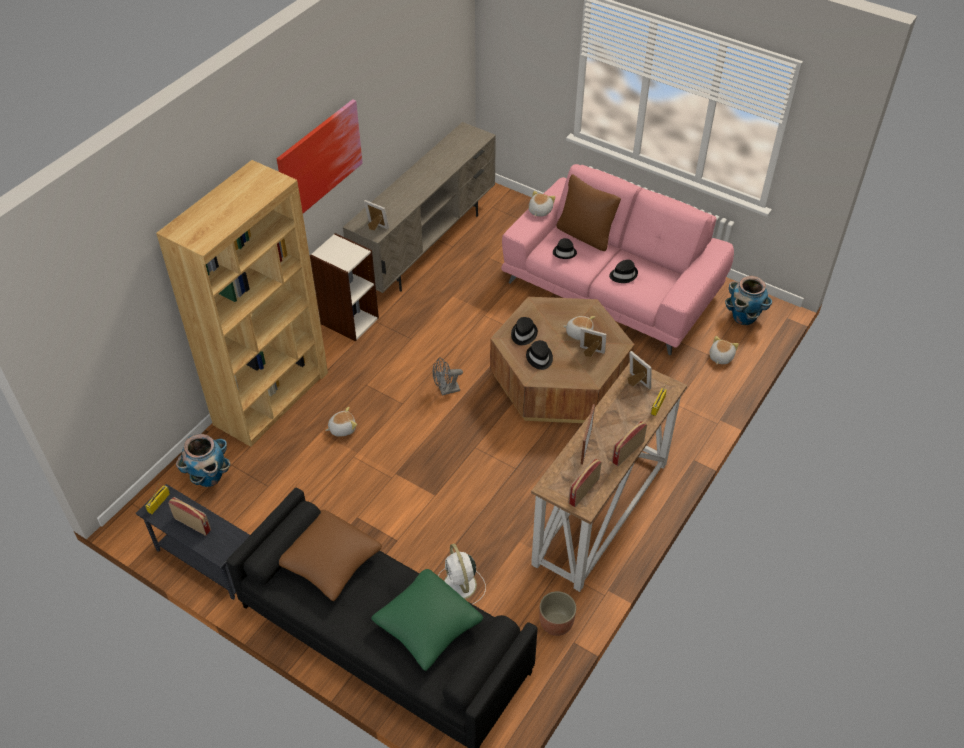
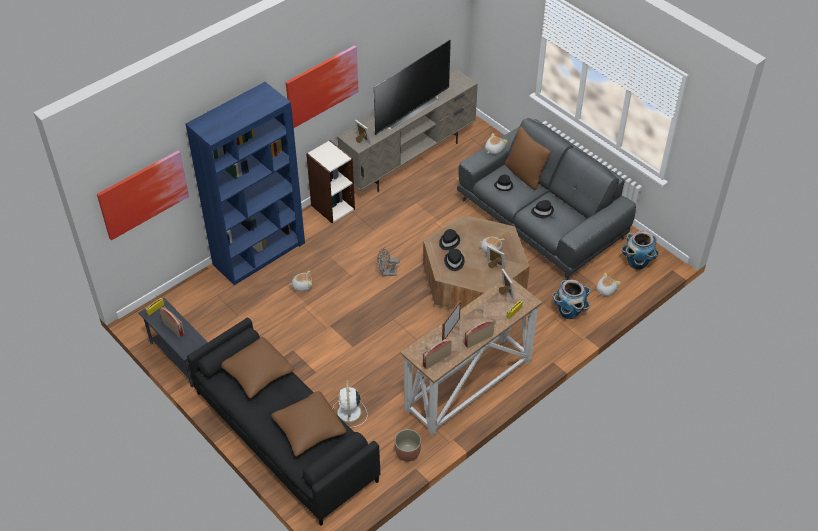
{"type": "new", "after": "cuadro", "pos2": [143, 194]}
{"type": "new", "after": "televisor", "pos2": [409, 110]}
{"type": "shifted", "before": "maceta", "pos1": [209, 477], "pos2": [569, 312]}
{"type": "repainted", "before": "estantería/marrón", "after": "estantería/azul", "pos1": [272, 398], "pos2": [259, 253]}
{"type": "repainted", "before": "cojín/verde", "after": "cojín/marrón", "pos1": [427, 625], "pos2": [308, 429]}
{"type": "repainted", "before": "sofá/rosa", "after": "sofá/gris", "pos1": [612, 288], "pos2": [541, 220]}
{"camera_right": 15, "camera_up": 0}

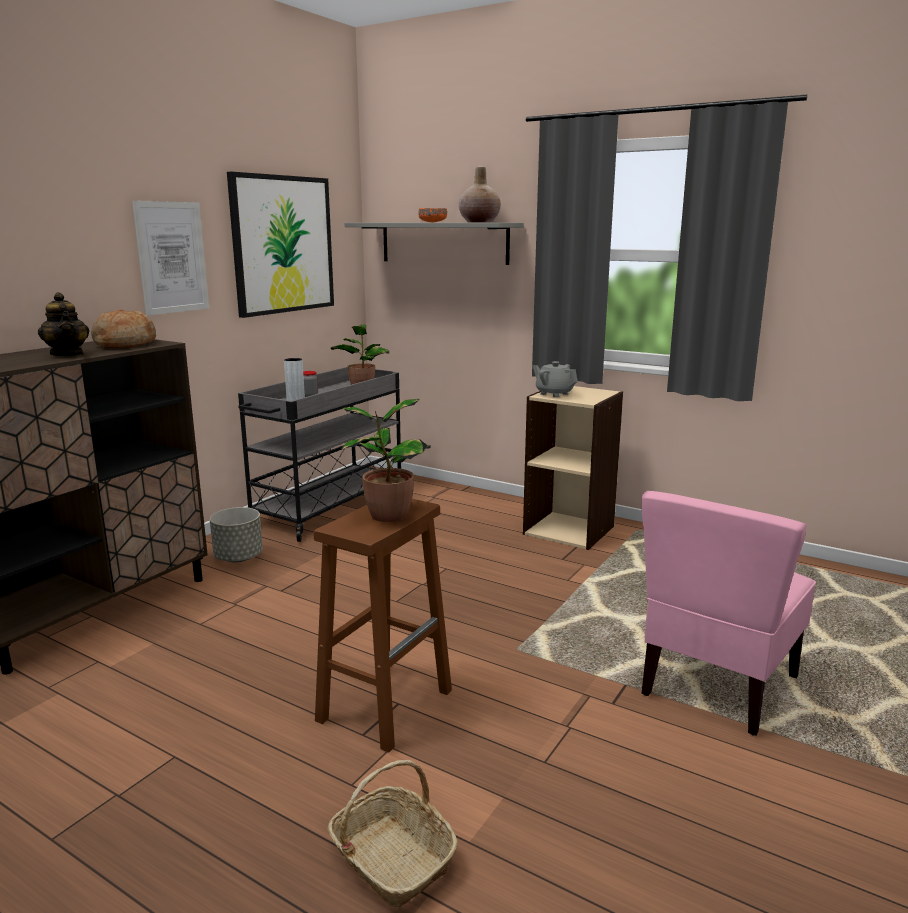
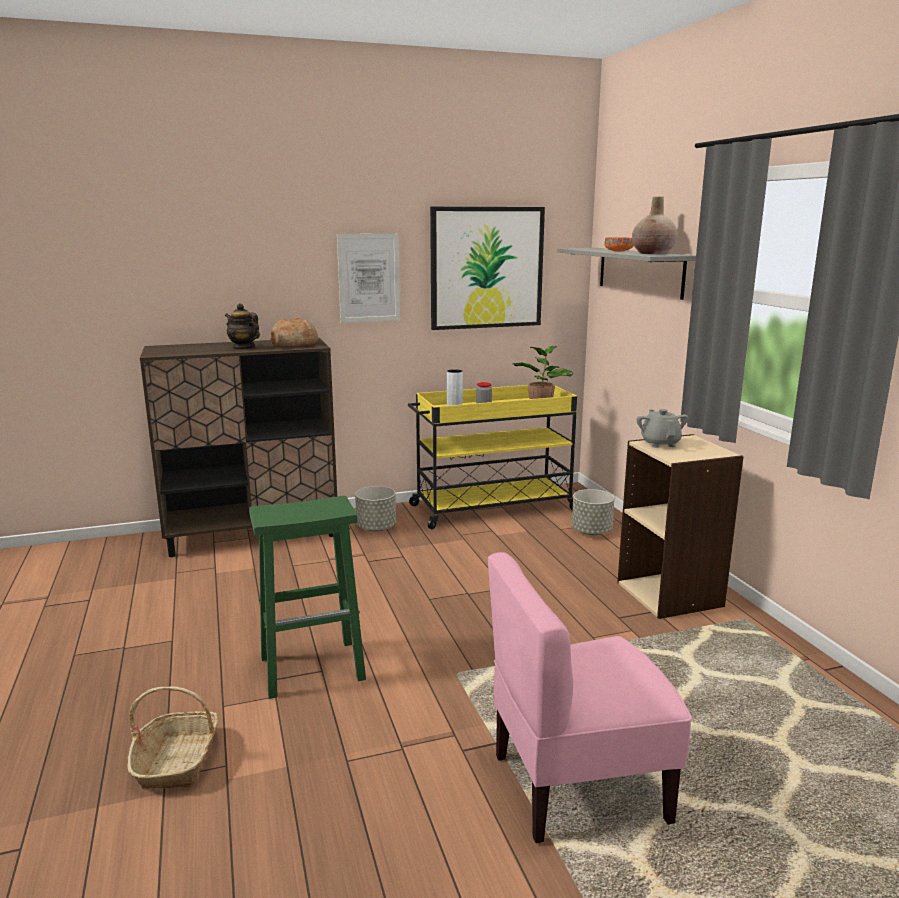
{"type": "gone", "before": "planta en maceta", "pos1": [386, 515]}
{"type": "new", "after": "maceta/gris", "pos2": [591, 532]}
{"type": "repainted", "before": "carrito/gris", "after": "carrito/amarillo", "pos1": [328, 507], "pos2": [491, 508]}
{"type": "repainted", "before": "taburete/marrón", "after": "taburete/verde", "pos1": [386, 704], "pos2": [314, 667]}
{"type": "rotated", "before": "tetera", "pos1": [68, 354], "pos2": [243, 348], "turn": 120}
{"camera_right": 40, "camera_up": 0}

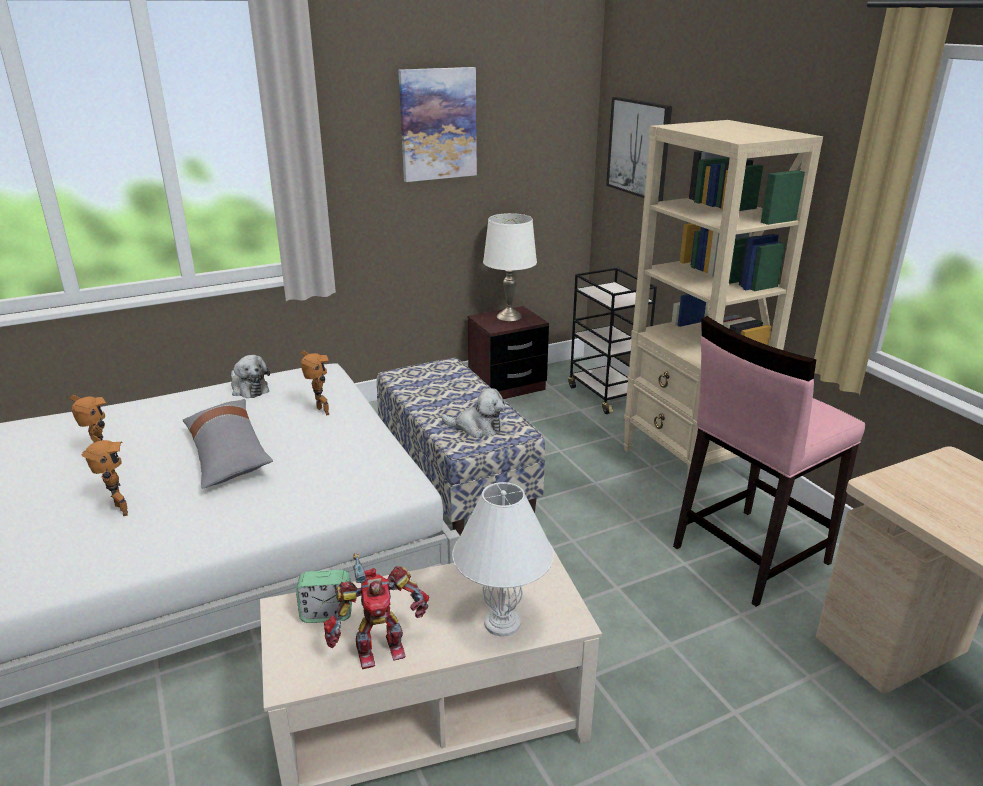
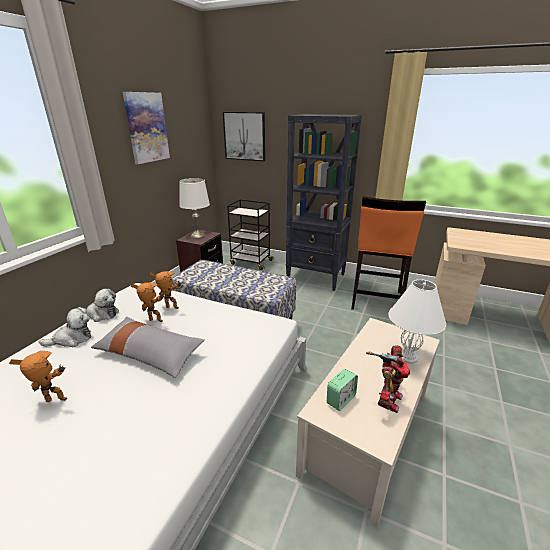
{"type": "shifted", "before": "robot de juguete", "pos1": [118, 511], "pos2": [155, 322]}
{"type": "shifted", "before": "peluche", "pos1": [477, 428], "pos2": [72, 339]}
{"type": "repainted", "before": "estantería/beis", "after": "estantería/negro", "pos1": [688, 465], "pos2": [316, 278]}
{"type": "repainted", "before": "taburete/rosa", "after": "taburete/naranja", "pos1": [748, 554], "pos2": [376, 300]}
{"camera_right": -40, "camera_up": 0}

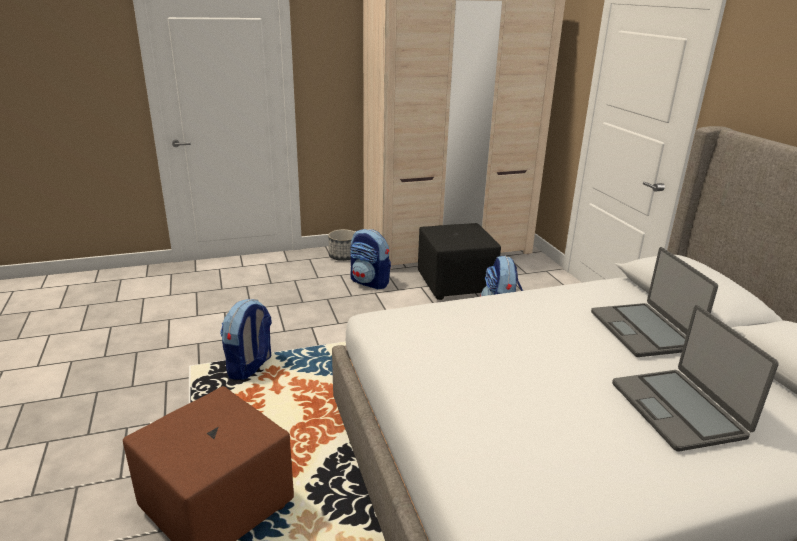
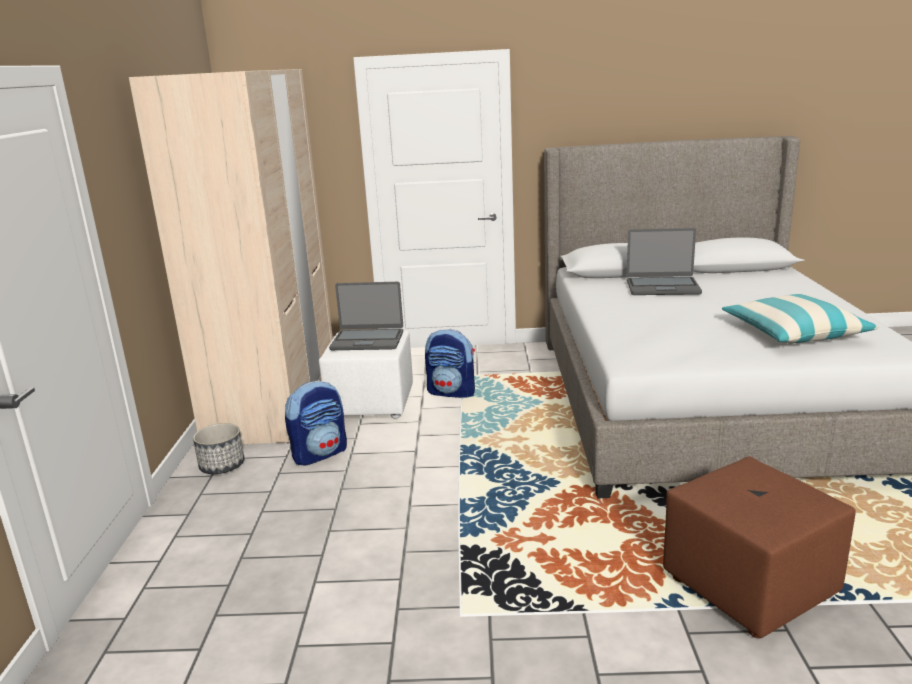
{"type": "gone", "before": "mochila", "pos1": [250, 367]}
{"type": "new", "after": "cojín", "pos2": [794, 333]}
{"type": "shifted", "before": "portátil", "pos1": [678, 409], "pos2": [367, 340]}
{"type": "repainted", "before": "puf/negro", "after": "puf/blanco", "pos1": [456, 285], "pos2": [372, 404]}
{"camera_right": -70, "camera_up": -5}

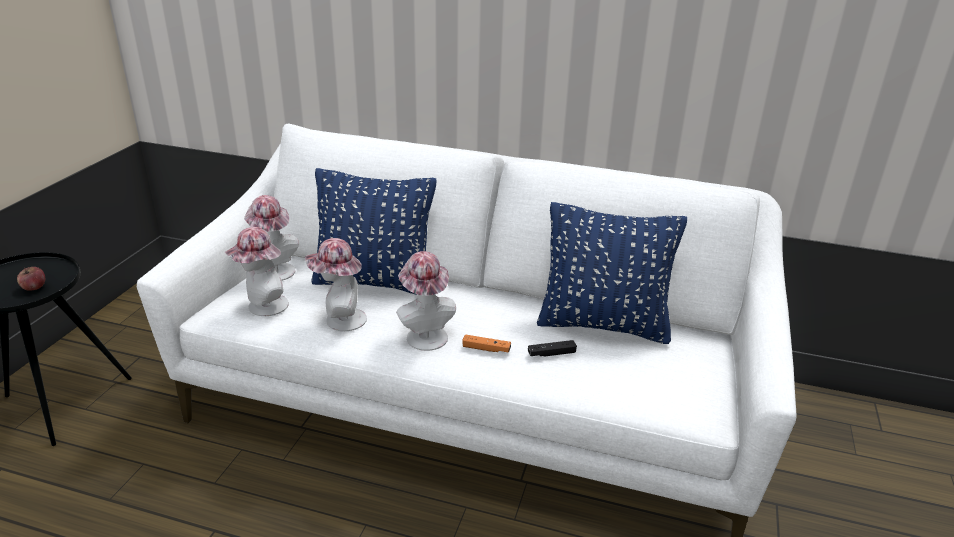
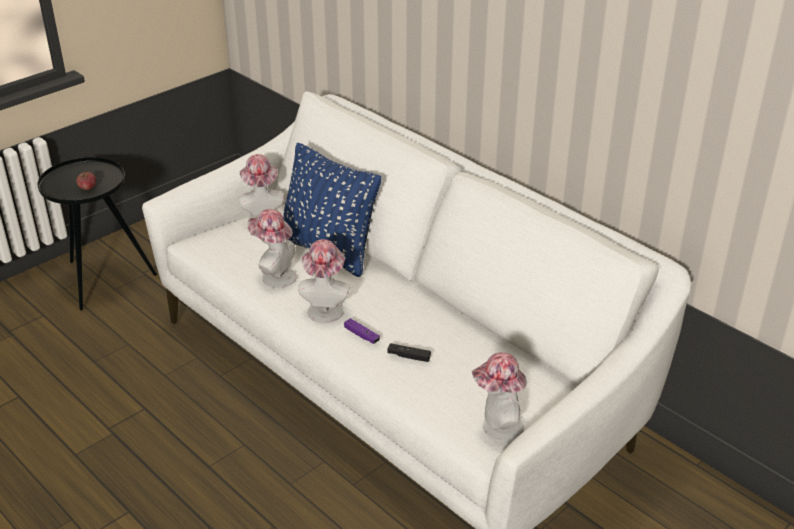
{"type": "gone", "before": "cojín/azul", "pos1": [603, 325]}
{"type": "shifted", "before": "sombrero", "pos1": [263, 307], "pos2": [497, 427]}
{"type": "repainted", "before": "mando de consola/naranja", "after": "mando de consola/morado", "pos1": [486, 349], "pos2": [361, 335]}
{"camera_right": 30, "camera_up": 5}

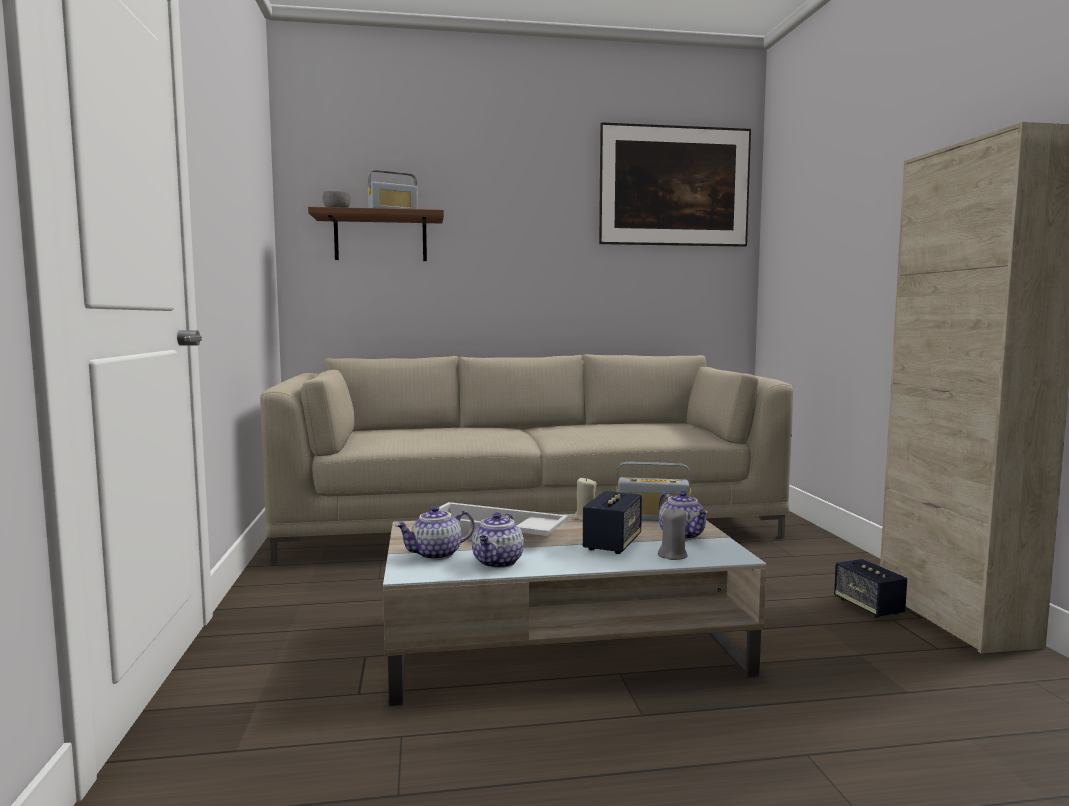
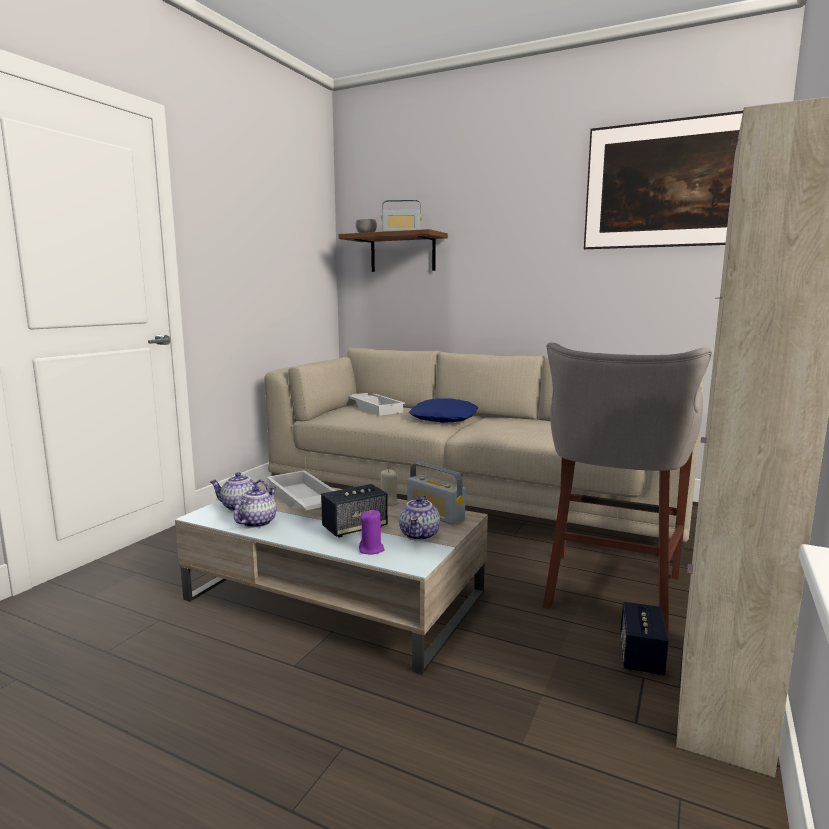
{"type": "new", "after": "bandeja/blanco", "pos2": [375, 408]}
{"type": "new", "after": "cojín/azul", "pos2": [444, 419]}
{"type": "new", "after": "taburete/gris", "pos2": [609, 592]}
{"type": "repainted", "before": "vela/gris", "after": "vela/morado", "pos1": [673, 555], "pos2": [371, 550]}
{"type": "rotated", "before": "tetera", "pos1": [498, 563], "pos2": [257, 522], "turn": 150}
{"camera_right": 35, "camera_up": 5}

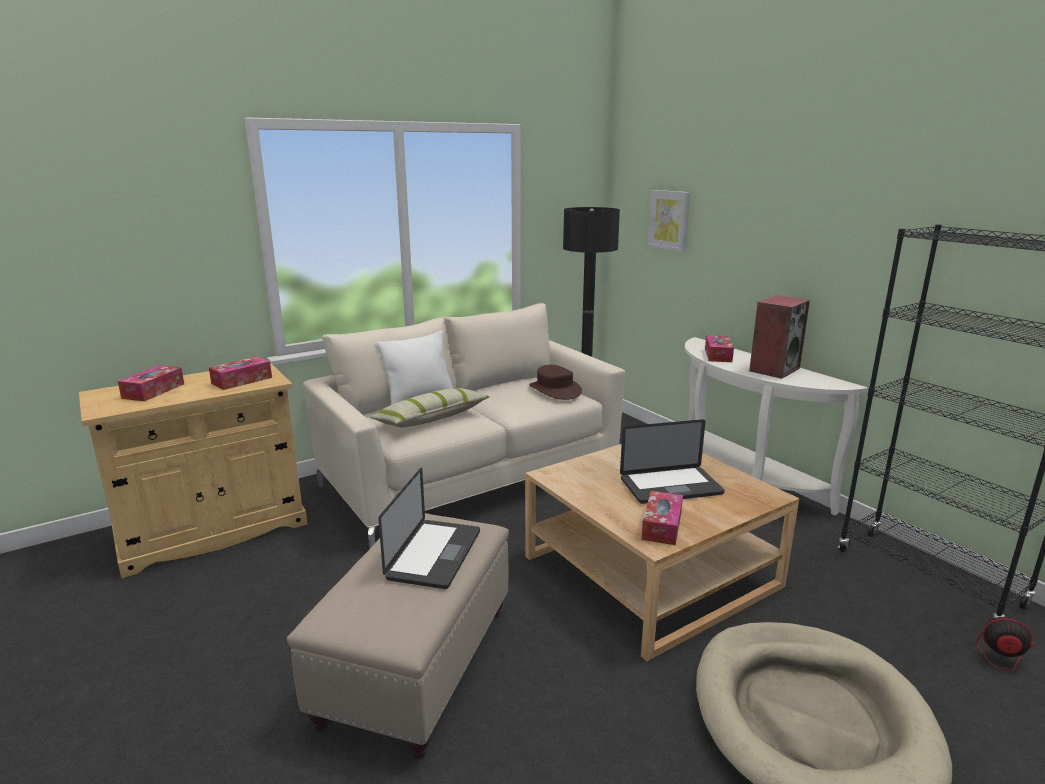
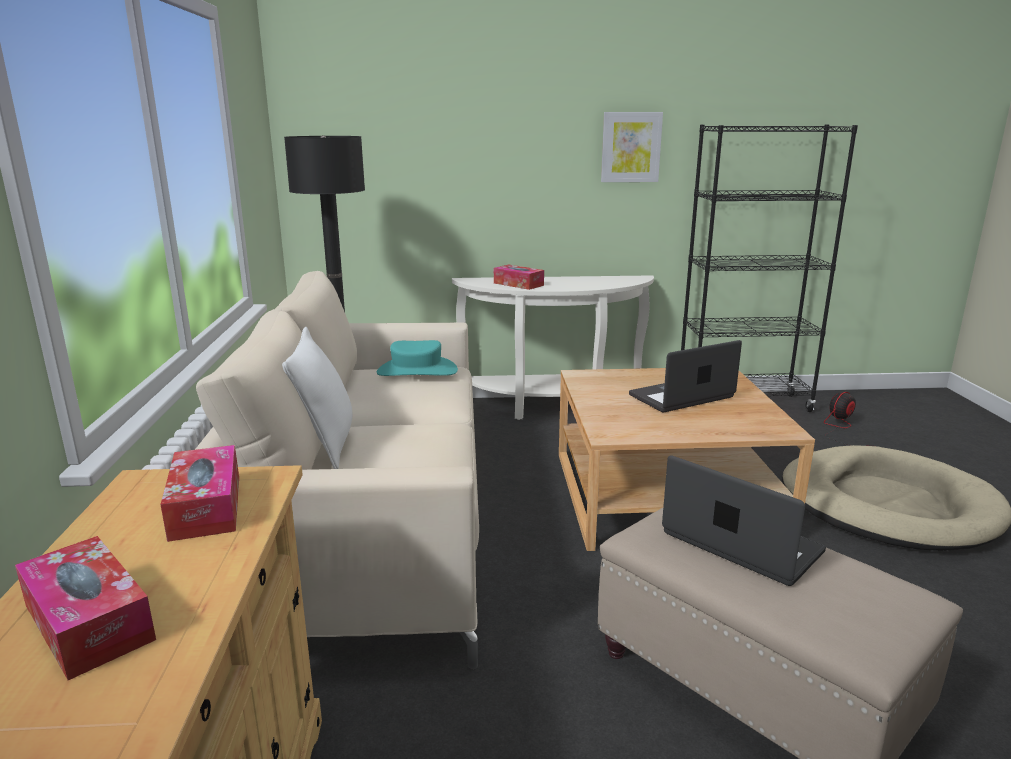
{"type": "gone", "before": "cojín", "pos1": [431, 419]}
{"type": "gone", "before": "caja de pañuelos", "pos1": [661, 526]}
{"type": "gone", "before": "altavoz", "pos1": [774, 369]}
{"type": "shifted", "before": "cuadro", "pos1": [669, 220], "pos2": [631, 147]}
{"type": "repainted", "before": "sombrero/marrón", "after": "sombrero/turquesa", "pos1": [554, 390], "pos2": [417, 371]}
{"type": "rotated", "before": "portátil", "pos1": [671, 486], "pos2": [681, 396], "turn": -135}
{"camera_right": -60, "camera_up": 0}

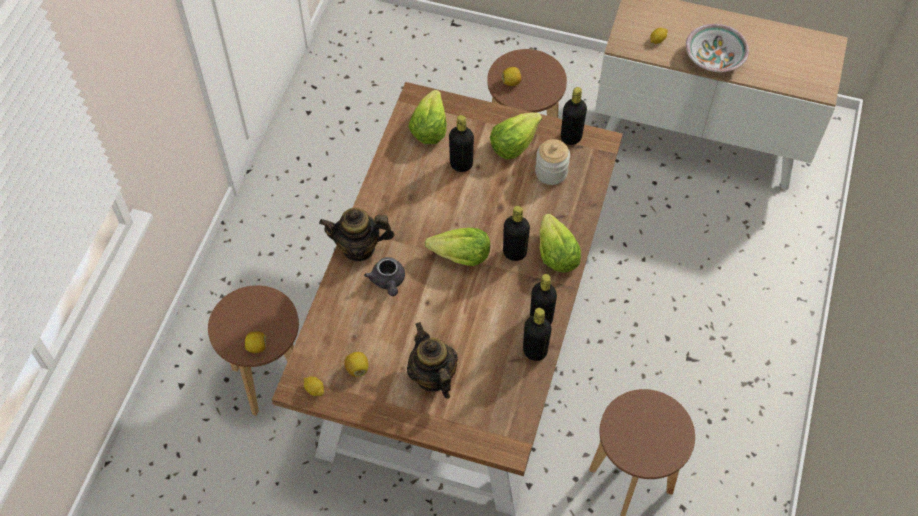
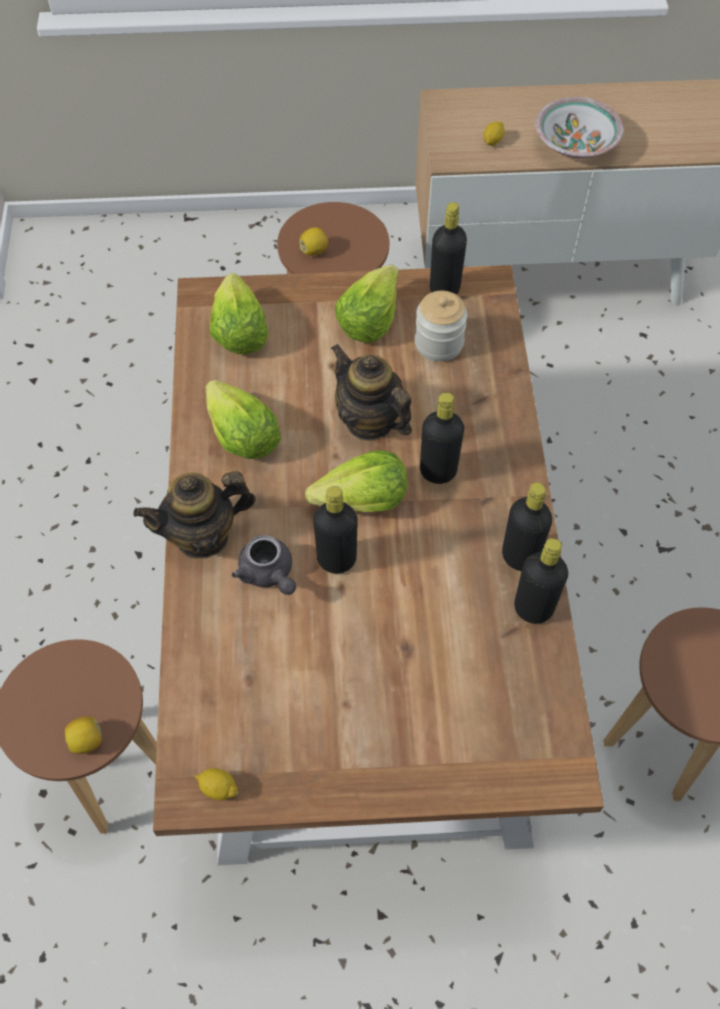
{"type": "gone", "before": "limón", "pos1": [357, 368]}
{"type": "shifted", "before": "tetera", "pos1": [432, 376], "pos2": [369, 421]}
{"type": "shifted", "before": "botella/negro", "pos1": [461, 164], "pos2": [336, 559]}
{"type": "shifted", "before": "lechuga", "pos1": [556, 254], "pos2": [241, 436]}
{"camera_right": -20, "camera_up": 0}

